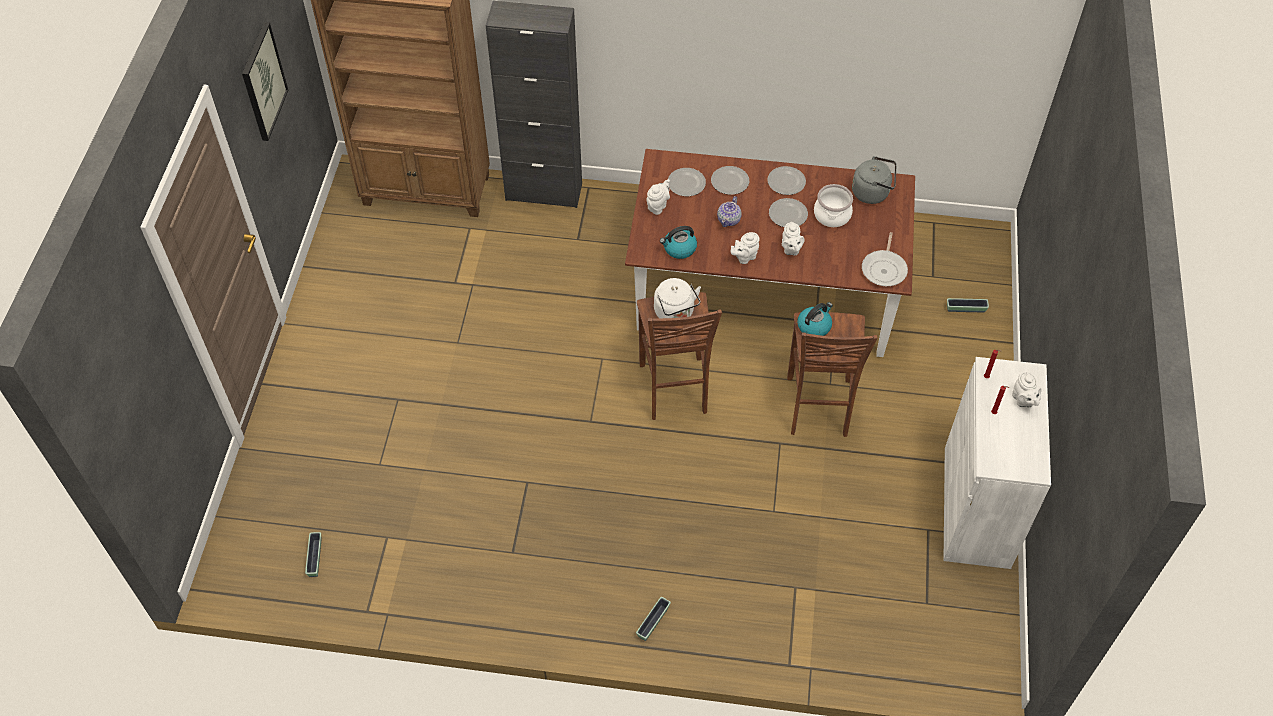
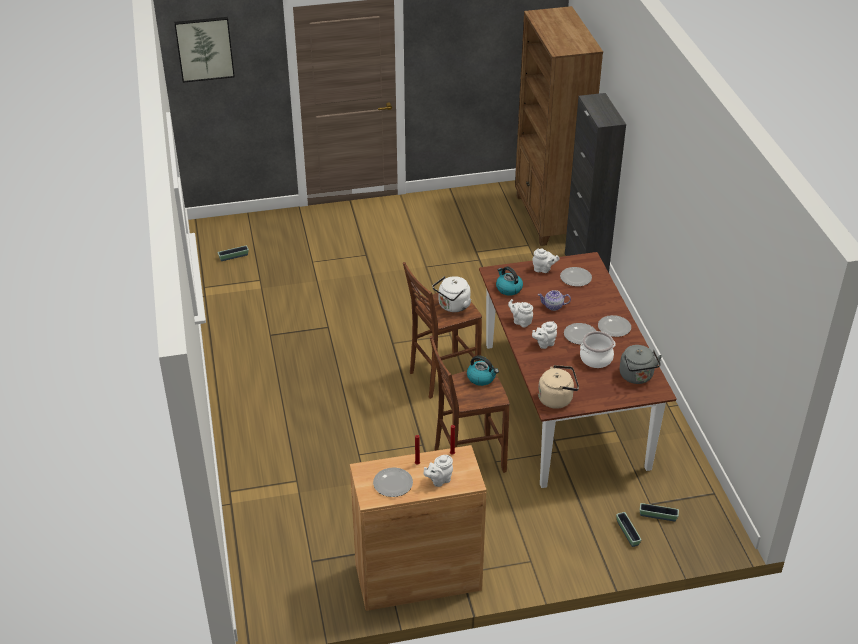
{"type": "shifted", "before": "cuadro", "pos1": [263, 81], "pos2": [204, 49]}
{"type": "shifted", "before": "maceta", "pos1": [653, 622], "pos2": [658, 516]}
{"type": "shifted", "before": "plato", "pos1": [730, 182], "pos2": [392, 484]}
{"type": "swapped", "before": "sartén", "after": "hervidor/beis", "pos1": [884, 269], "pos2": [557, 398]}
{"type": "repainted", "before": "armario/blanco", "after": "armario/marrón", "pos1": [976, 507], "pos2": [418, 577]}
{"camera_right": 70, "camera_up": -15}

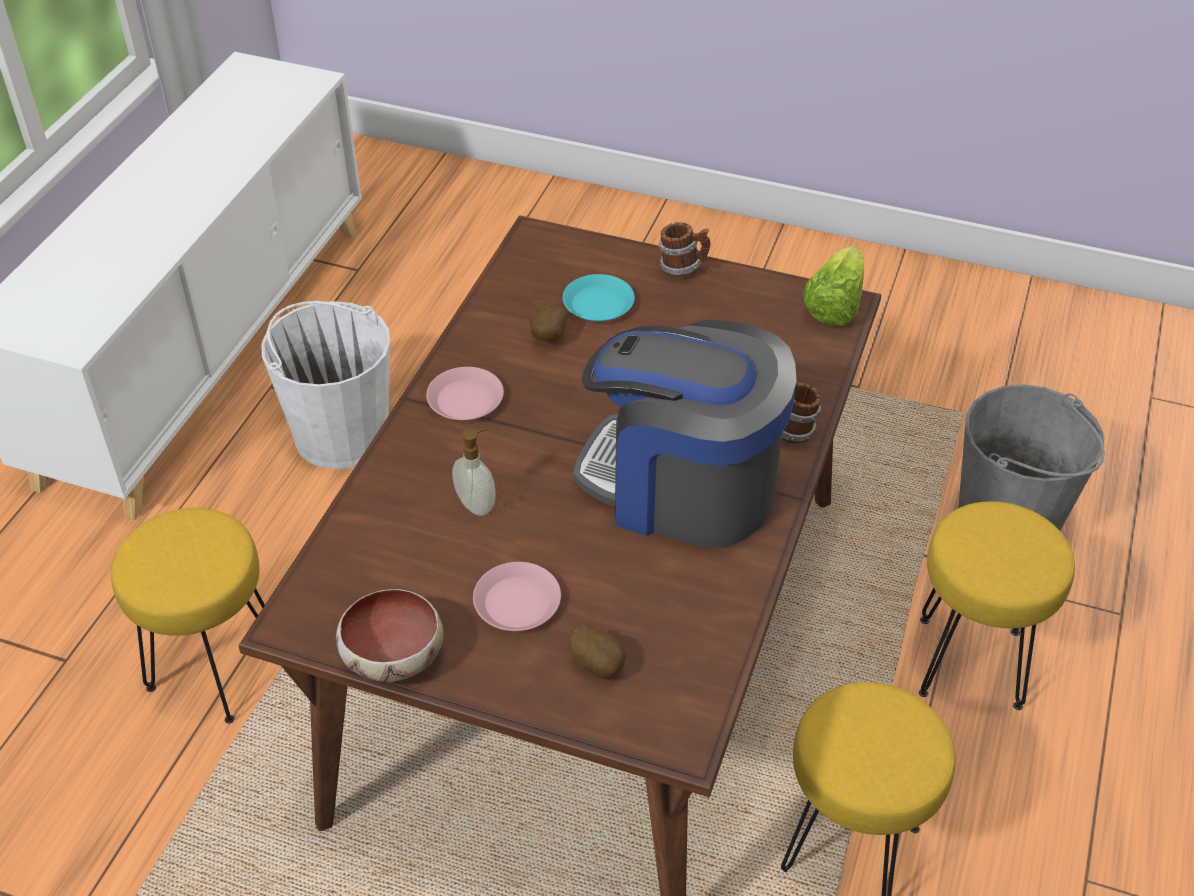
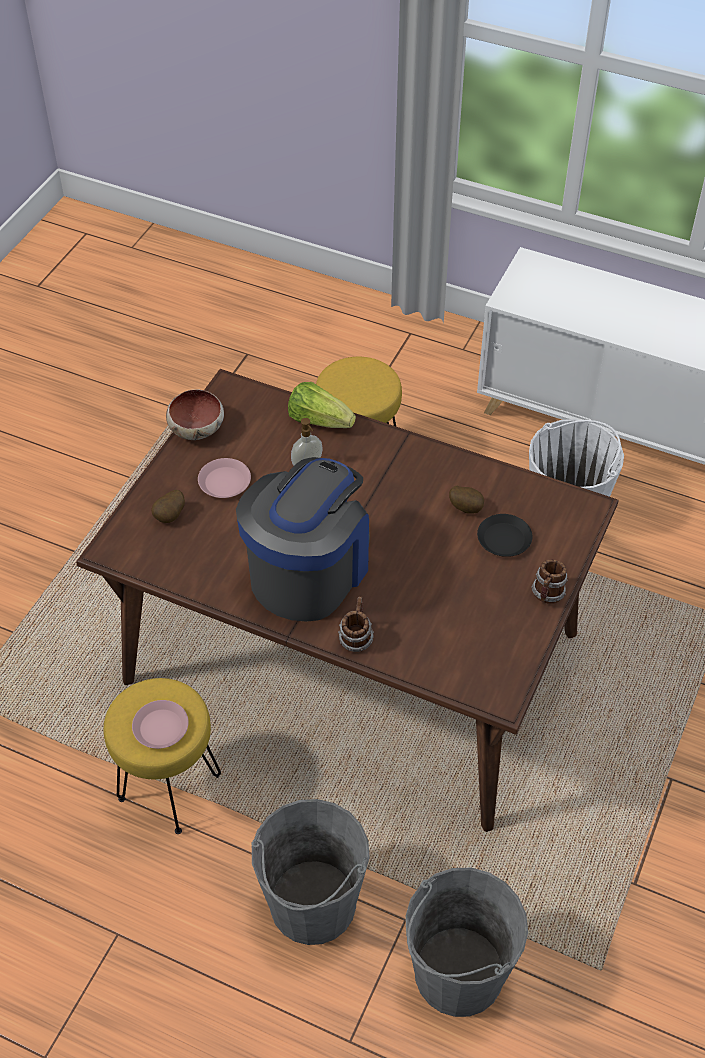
{"type": "shifted", "before": "plato/rosa", "pos1": [466, 400], "pos2": [161, 728]}
{"type": "shifted", "before": "lechuga", "pos1": [835, 305], "pos2": [319, 420]}
{"type": "swapped", "before": "taburete/amarillo", "after": "cubo/gris", "pos1": [971, 663], "pos2": [312, 904]}
{"type": "repainted", "before": "plato/turquesa", "after": "plato/negro", "pos1": [599, 304], "pos2": [504, 539]}
{"camera_right": 95, "camera_up": 5}

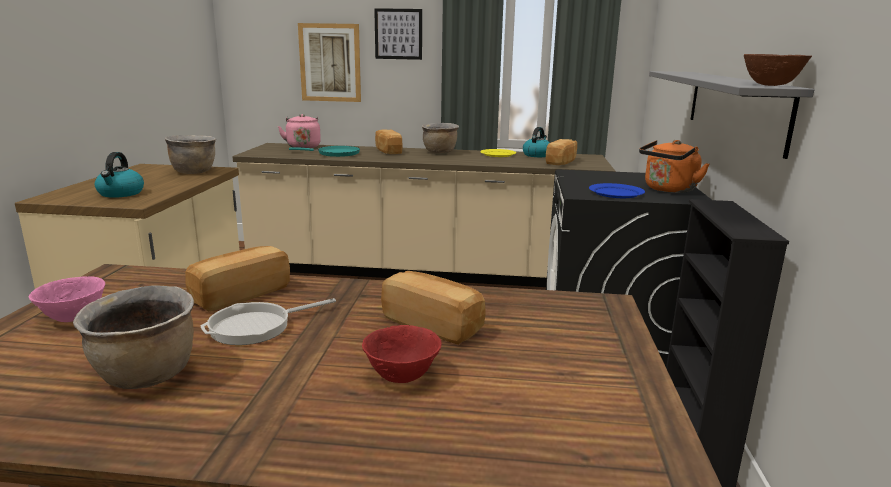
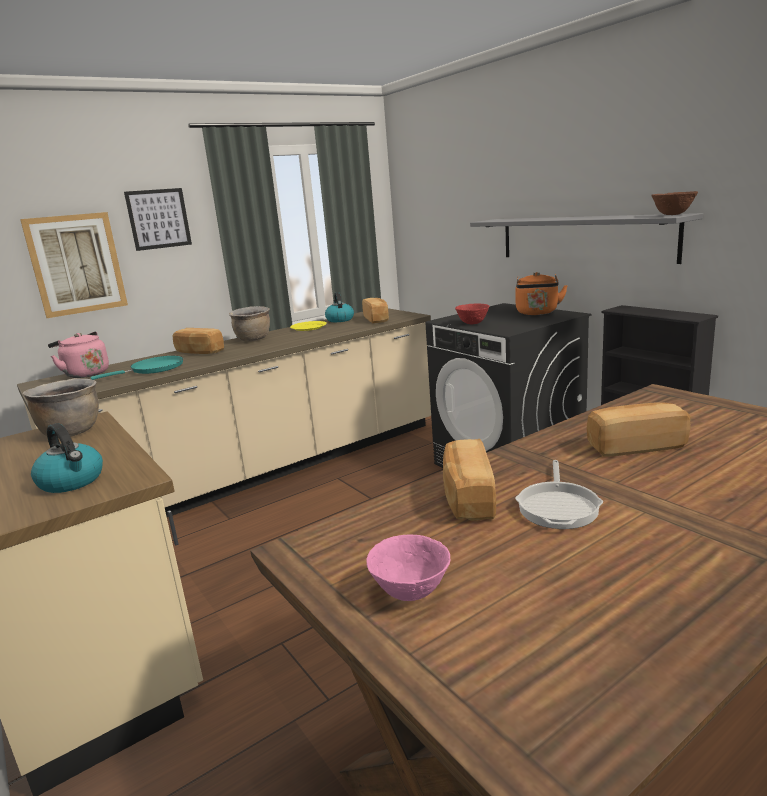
{"type": "gone", "before": "olla/marrón", "pos1": [147, 376]}
{"type": "gone", "before": "plato/azul", "pos1": [615, 193]}
{"type": "shifted", "before": "cuenco/rojo", "pos1": [402, 376], "pos2": [473, 323]}
{"camera_right": -40, "camera_up": 0}

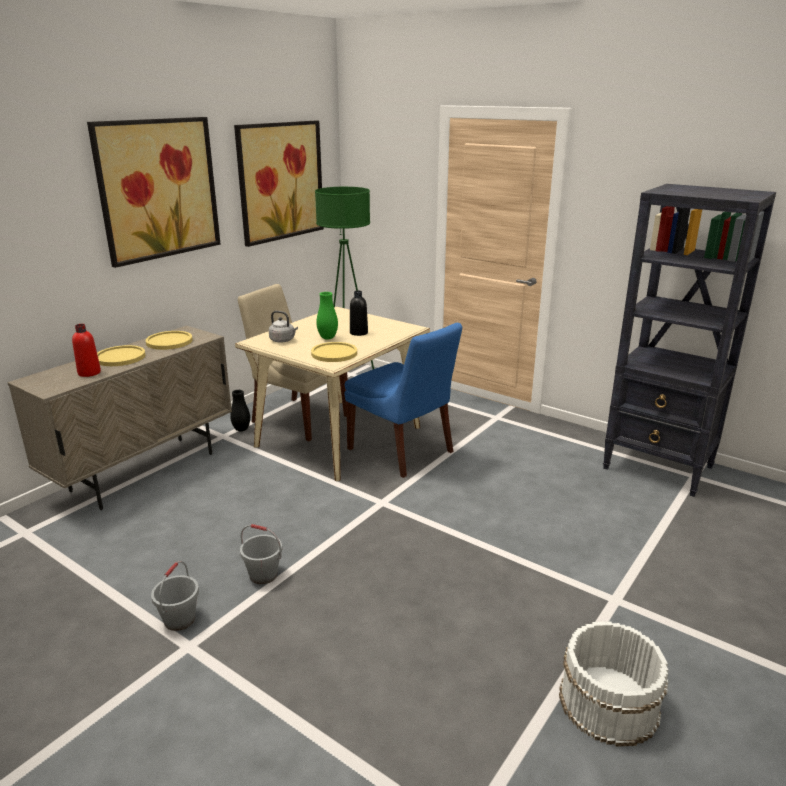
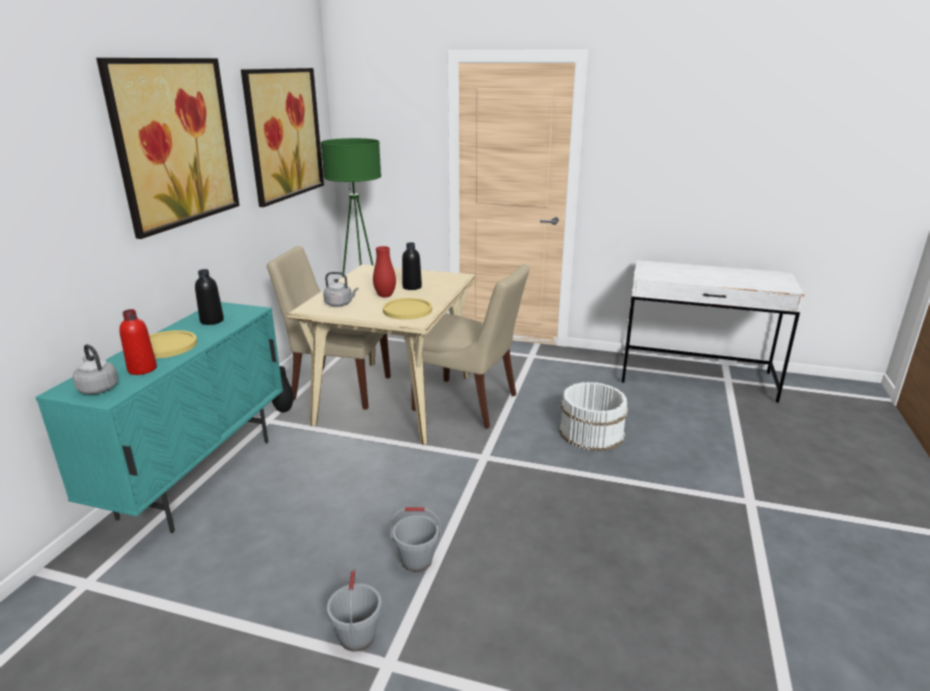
{"type": "new", "after": "hervidor/gris", "pos2": [98, 388]}
{"type": "shifted", "before": "cubo/blanco", "pos1": [607, 703], "pos2": [590, 432]}
{"type": "swapped", "before": "plato/amarillo", "after": "botella/negro", "pos1": [169, 341], "pos2": [212, 321]}
{"type": "swapped", "before": "estantería/negro", "after": "escritorio/blanco", "pos1": [659, 468], "pos2": [696, 378]}
{"type": "repainted", "before": "armario/beis", "after": "armario/turquesa", "pos1": [144, 471], "pos2": [199, 477]}
{"type": "repainted", "before": "florero/verde", "after": "florero/rojo", "pos1": [327, 338], "pos2": [385, 296]}
{"type": "repainted", "before": "silla/azul", "after": "silla/beis", "pos1": [402, 452], "pos2": [469, 403]}
{"camera_right": -20, "camera_up": 0}

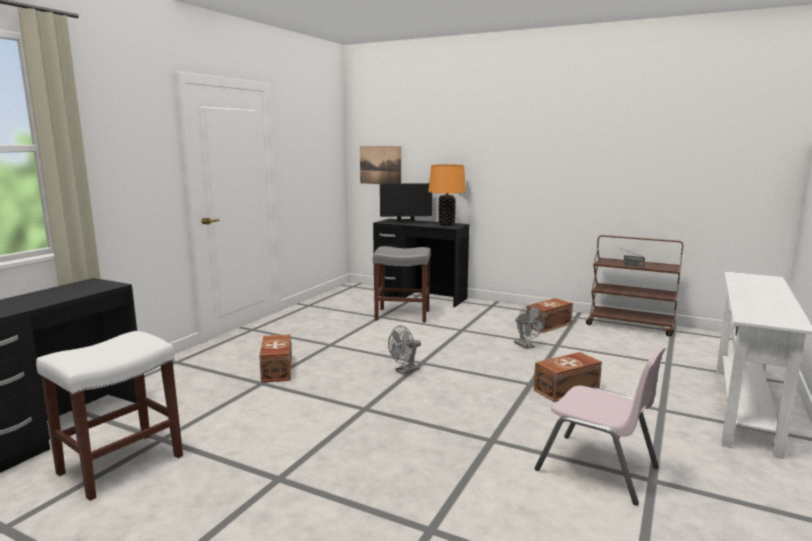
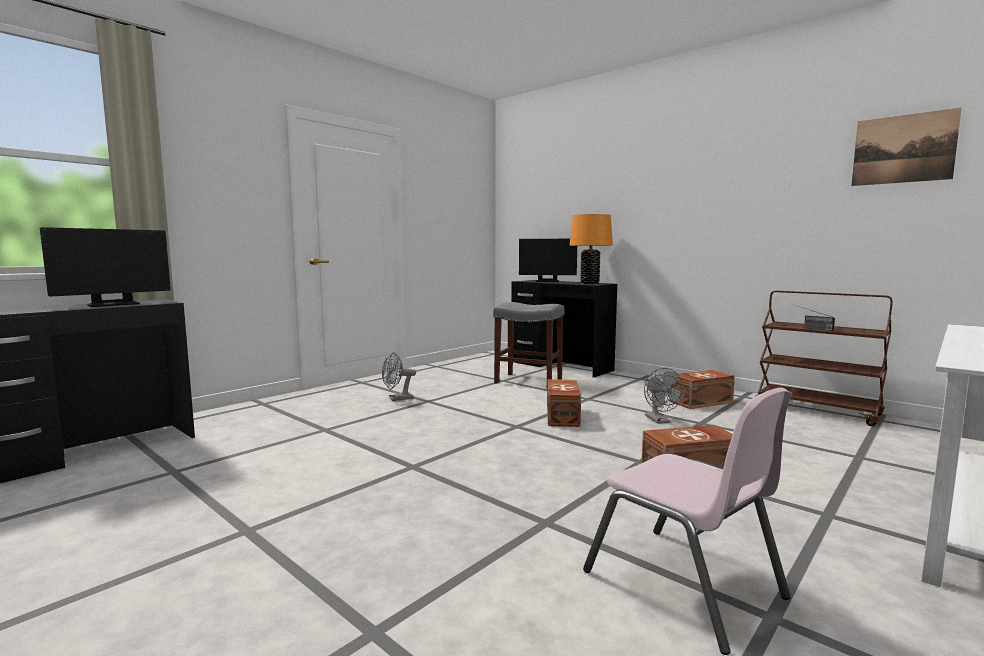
{"type": "gone", "before": "taburete/blanco", "pos1": [120, 465]}
{"type": "new", "after": "monitor", "pos2": [113, 304]}
{"type": "shifted", "before": "caja de almacenaje/marrón", "pos1": [276, 370], "pos2": [561, 416]}
{"type": "shifted", "before": "cuadro", "pos1": [380, 165], "pos2": [903, 149]}
{"type": "shifted", "before": "ventilador/gris", "pos1": [404, 371], "pos2": [397, 399]}
{"camera_right": 15, "camera_up": -5}

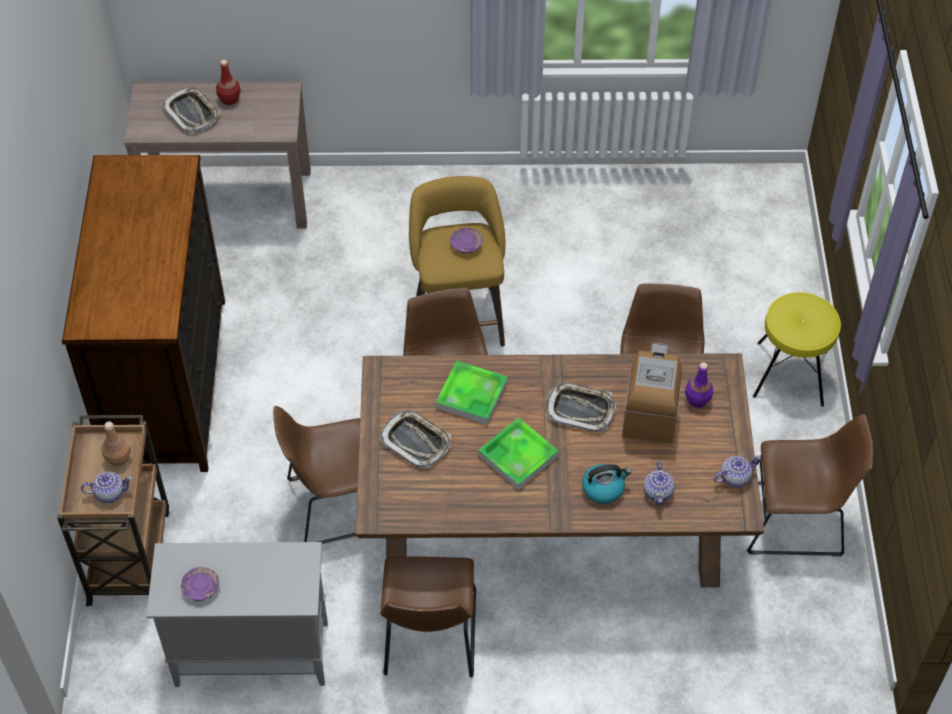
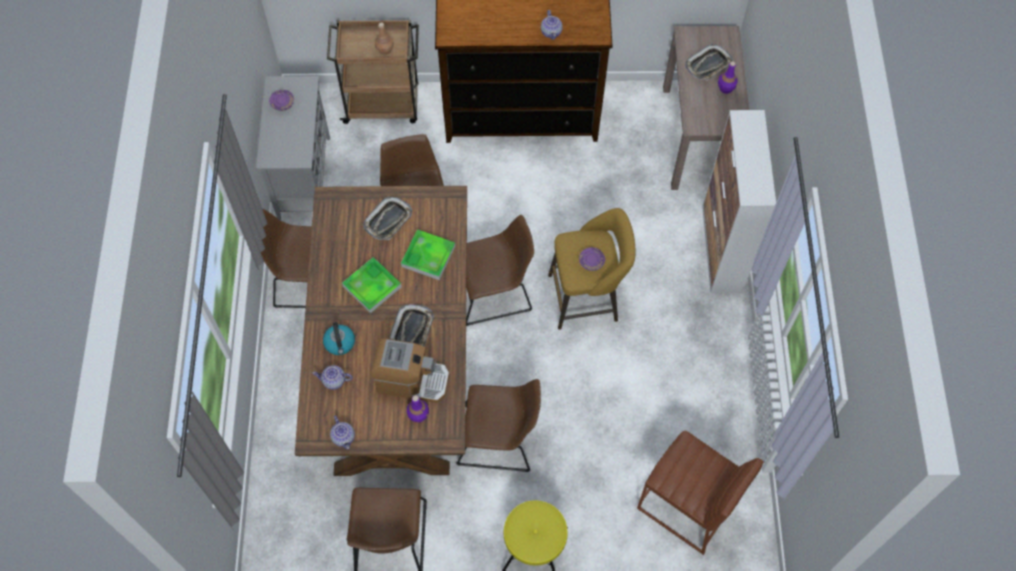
{"type": "new", "after": "taburete/marrón", "pos2": [687, 507]}
{"type": "new", "after": "armario", "pos2": [721, 249]}
{"type": "shifted", "before": "tetera", "pos1": [109, 493], "pos2": [551, 32]}
{"type": "repainted", "before": "botella/rojo", "after": "botella/morado", "pos1": [229, 99], "pos2": [726, 88]}
{"camera_right": 90, "camera_up": 10}

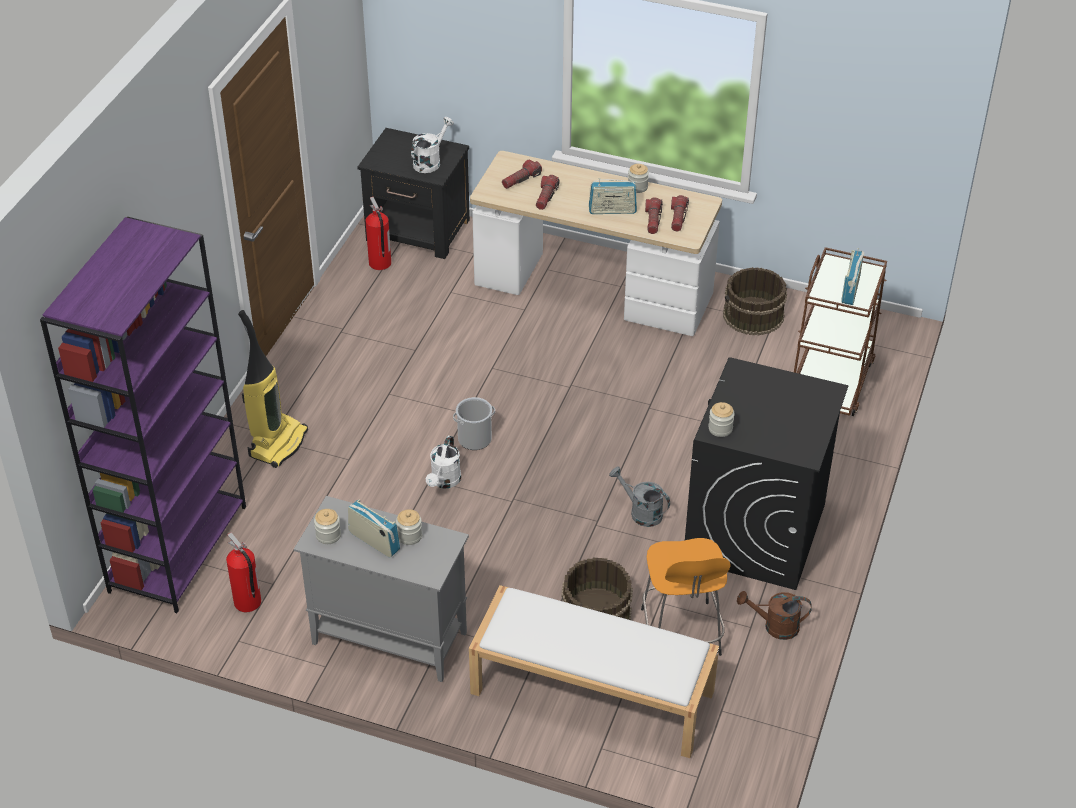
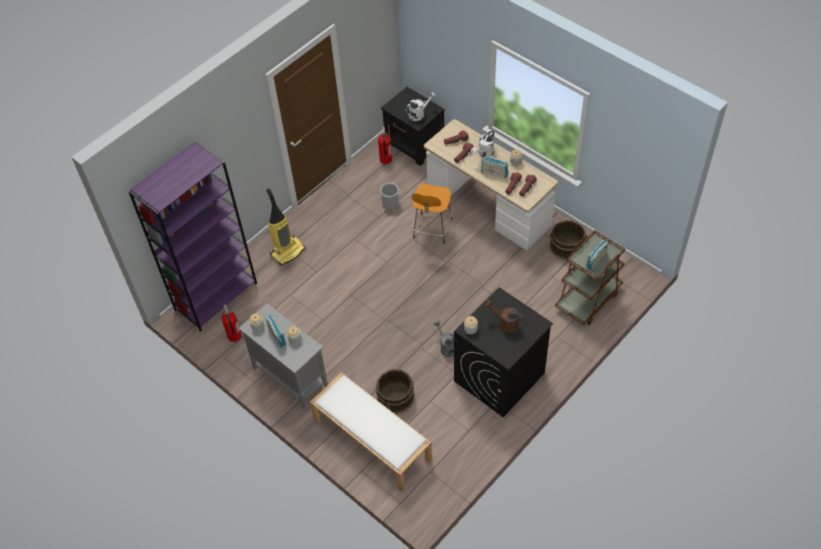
{"type": "shifted", "before": "regadera/blanco", "pos1": [444, 482], "pos2": [484, 153]}
{"type": "shifted", "before": "cubo", "pos1": [474, 439], "pos2": [390, 203]}
{"type": "shifted", "before": "taburete/naranja", "pos1": [681, 634], "pos2": [432, 229]}
{"type": "shifted", "before": "regadera/marrón", "pos1": [774, 626], "pos2": [505, 324]}
{"camera_right": 25, "camera_up": 10}

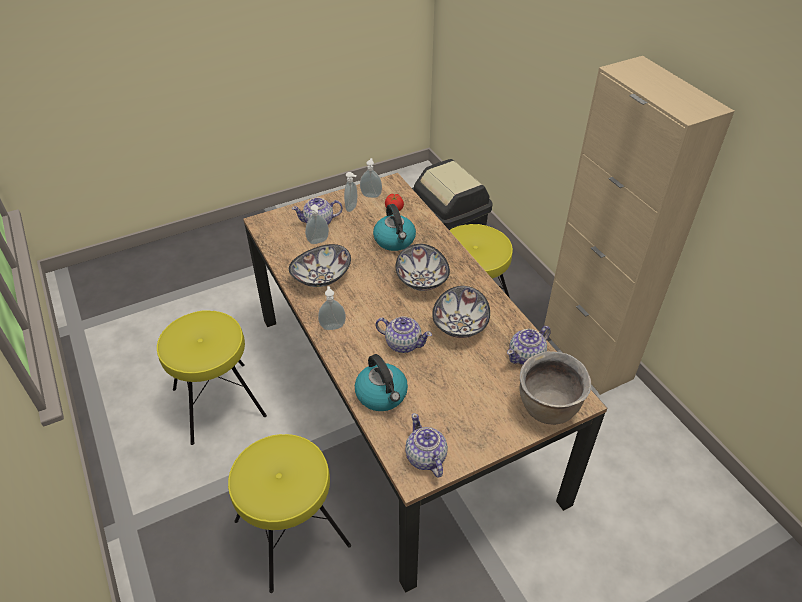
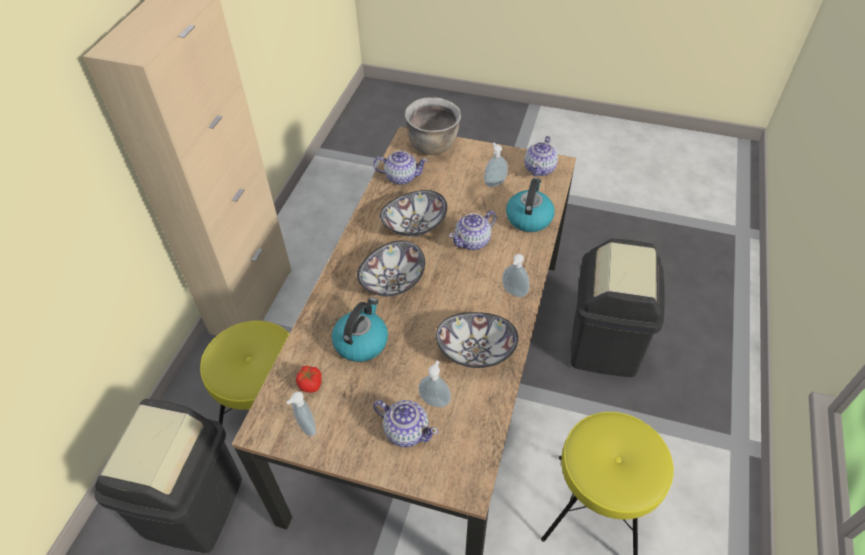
{"type": "shifted", "before": "dispensador de jabón", "pos1": [352, 208], "pos2": [494, 183]}
{"type": "swapped", "before": "taburete/amarillo", "after": "papelera/negro", "pos1": [291, 533], "pos2": [605, 345]}
{"type": "rotated", "before": "tetera", "pos1": [403, 343], "pos2": [473, 241], "turn": -105}
{"camera_right": -135, "camera_up": 5}

